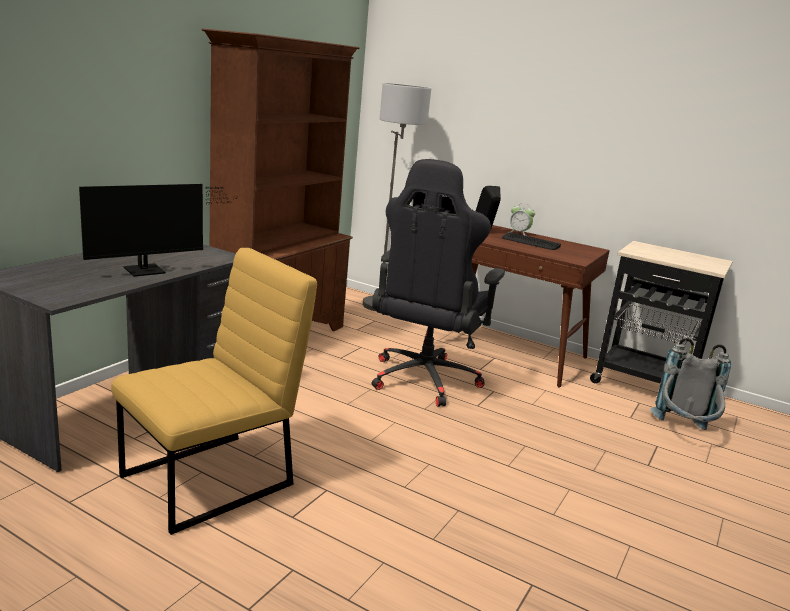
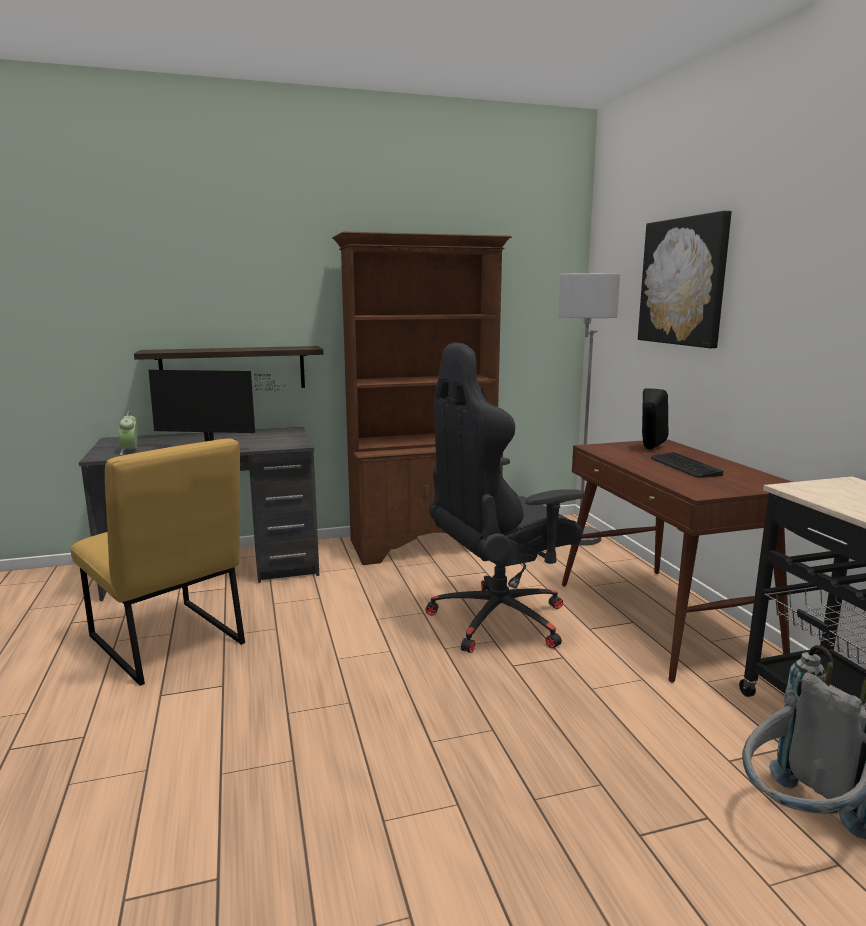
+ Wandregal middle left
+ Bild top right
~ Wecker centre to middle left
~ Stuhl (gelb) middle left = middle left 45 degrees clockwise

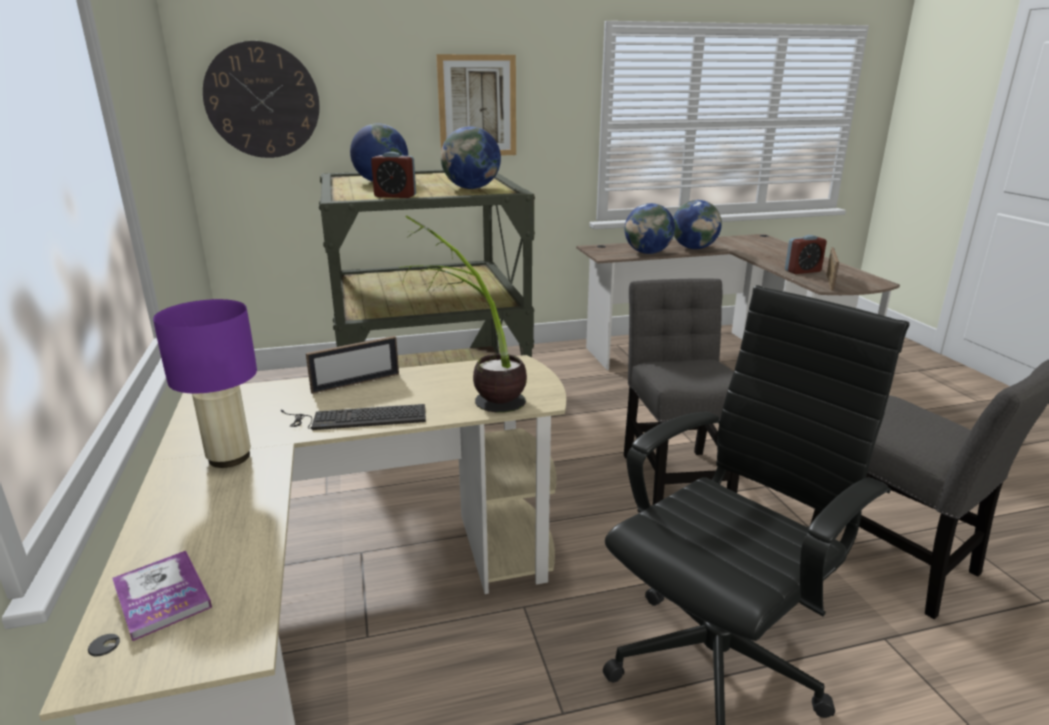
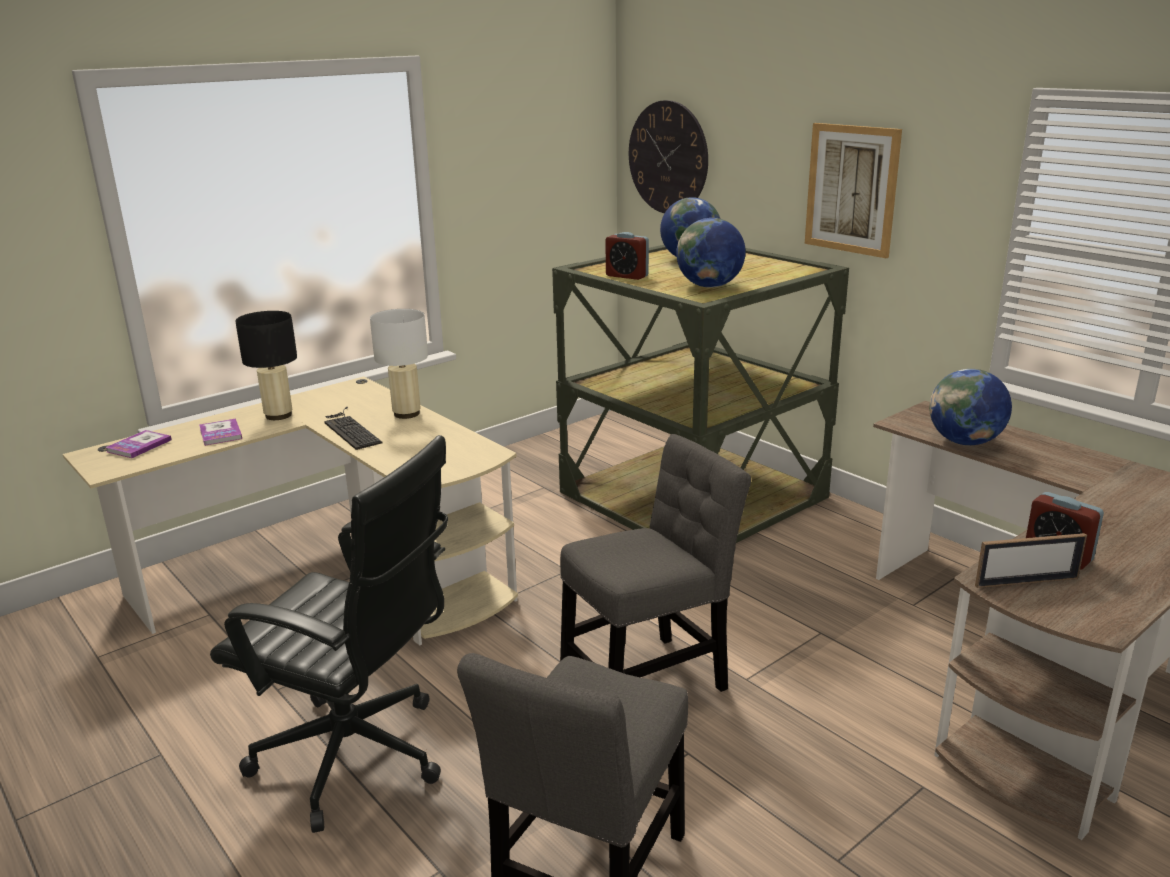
- Topfpflanze centre
- Globus (no. 4 from left) top centre
+ Buch (no. 2 from left) middle left
~ Bilderrahmen (no. 1 from left) centre to Tischlampe (weiß) centre
~ Tischlampe (lila) middle left to Tischlampe (schwarz) middle left
~ Wecker (no. 1 from left) top centre = top centre 45 degrees counterclockwise

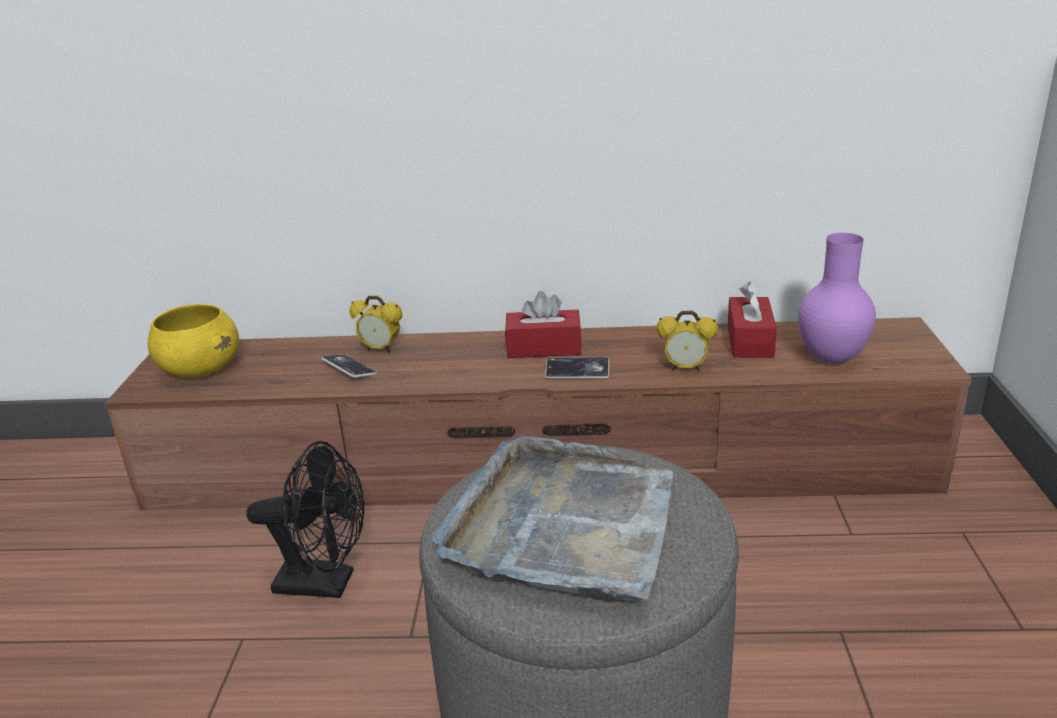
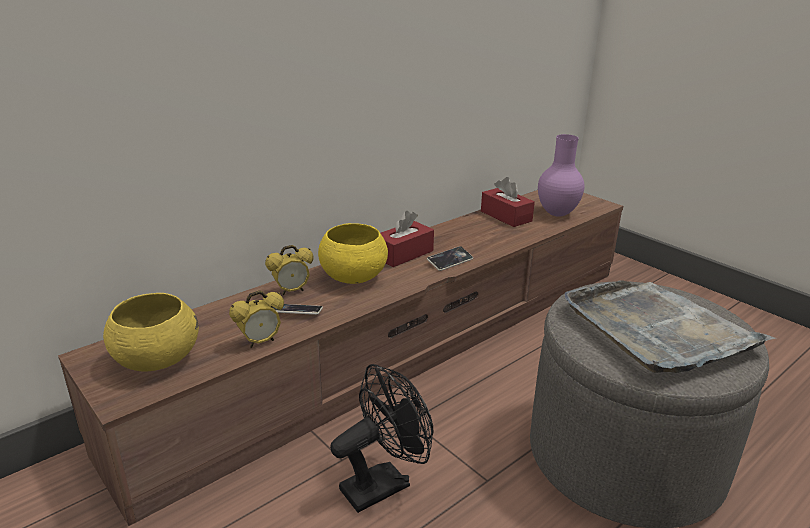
+ Schüssel (gelb) (no. 2 from left) centre
~ Wecker (no. 2 from left in the first image) centre to Wecker (no. 1 from left) middle left

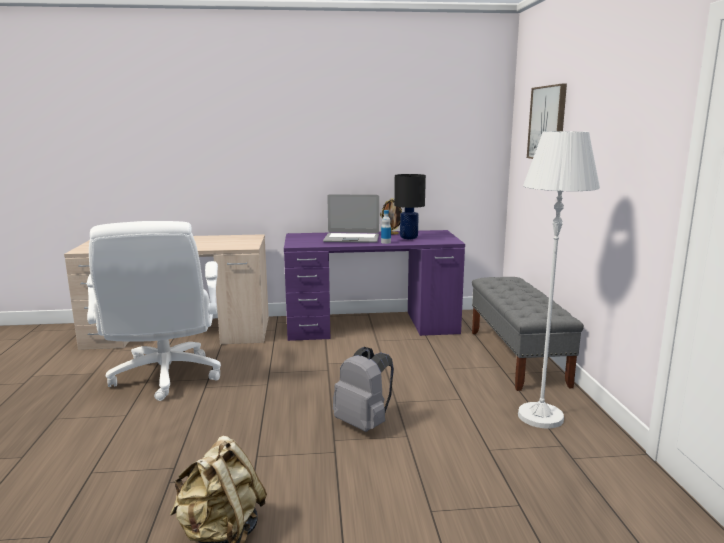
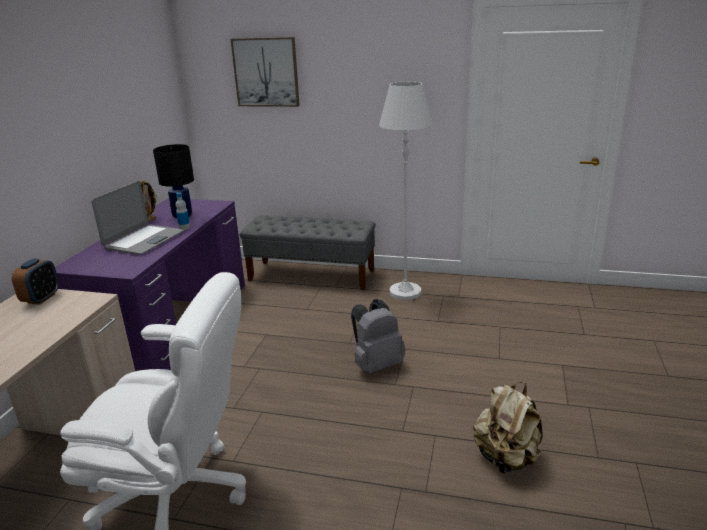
+ Wecker middle left

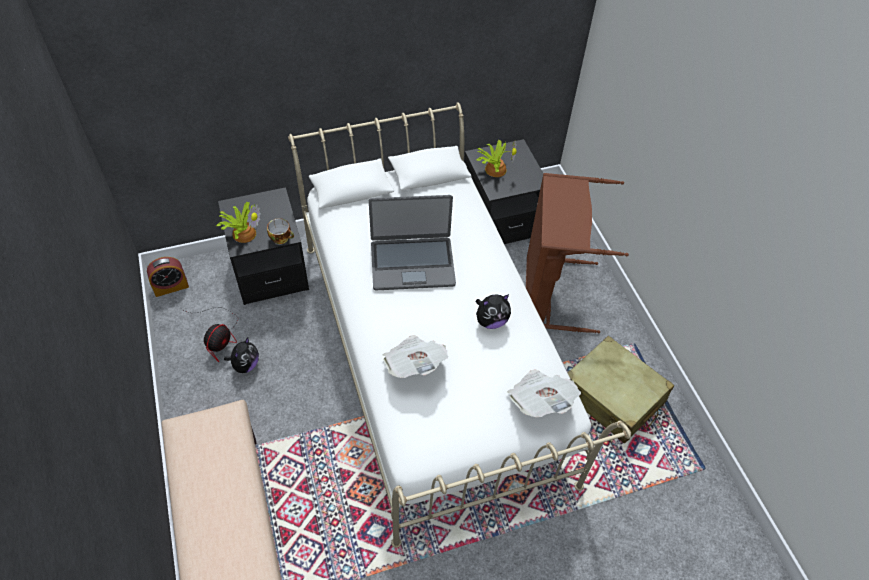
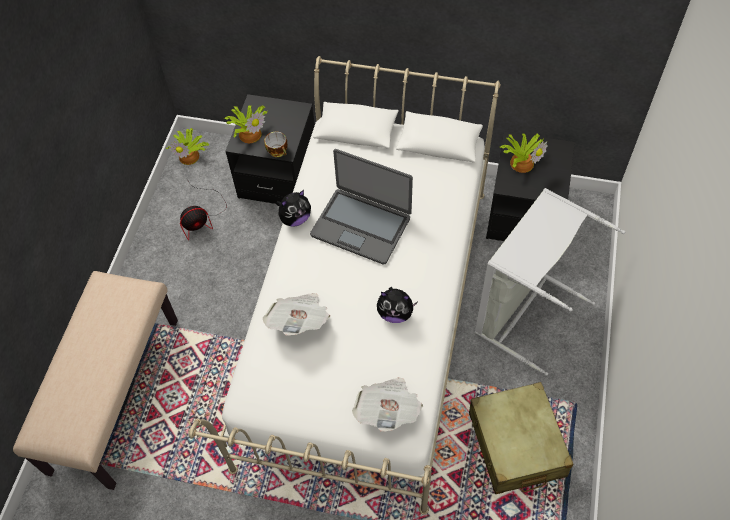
~ Plüschtier (no. 1 from left) middle left to centre
~ Wecker middle left to Topfpflanze (no. 1 from left) top left
~ Wäschekorb (braun) centre to Wäschekorb (grau) middle right

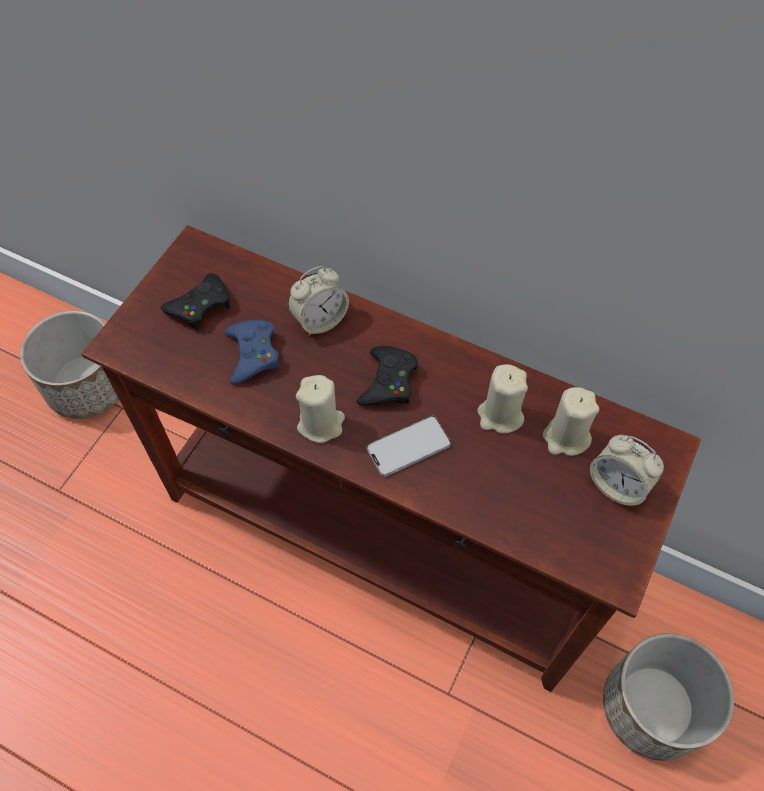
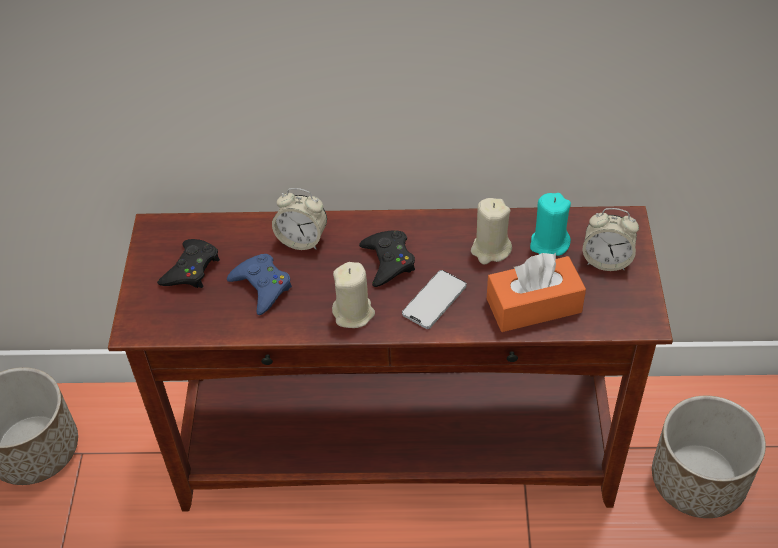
+ Taschentuchbox (orange) middle right
~ Kerze (beige) (no. 3 from left) middle right to Kerze (türkis) middle right
~ Wecker (no. 1 from left) centre = centre 75 degrees clockwise

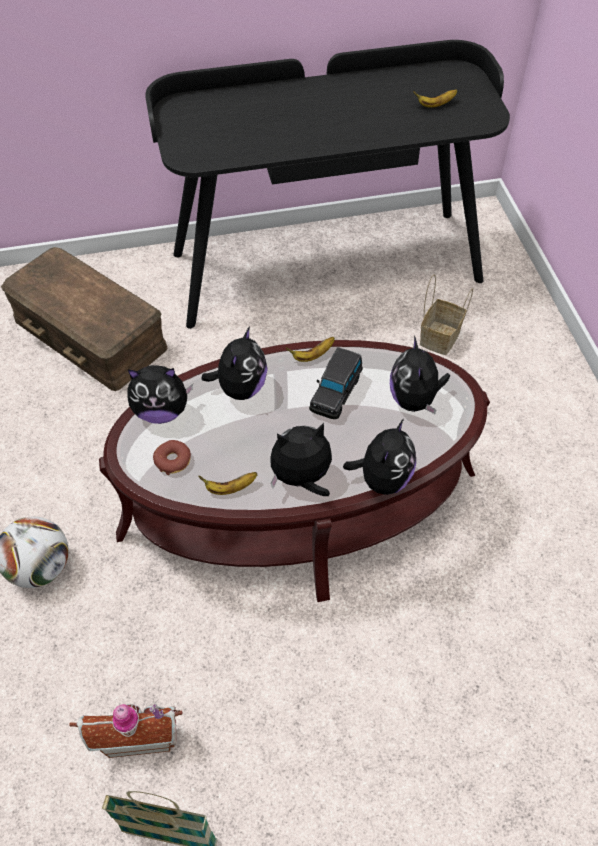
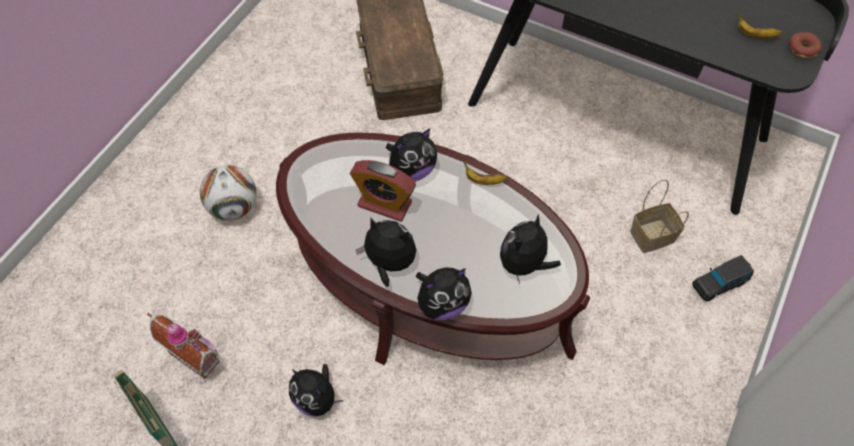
- Banane (no. 1 from left) centre
+ Wecker centre
~ Plüschtier (no. 1 from left) middle left to bottom centre
~ Donut middle left to top right
~ Spielzeugauto (schwarz) centre to middle right

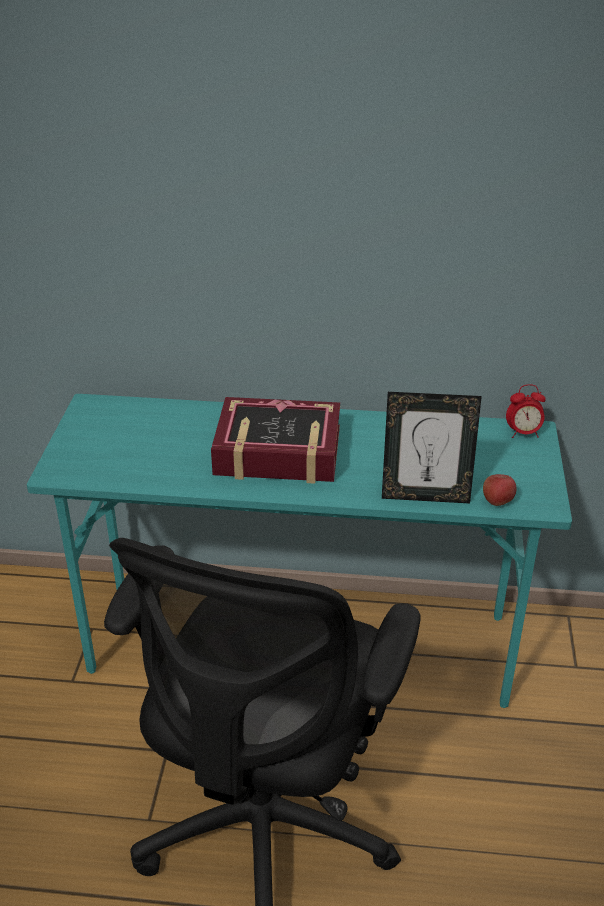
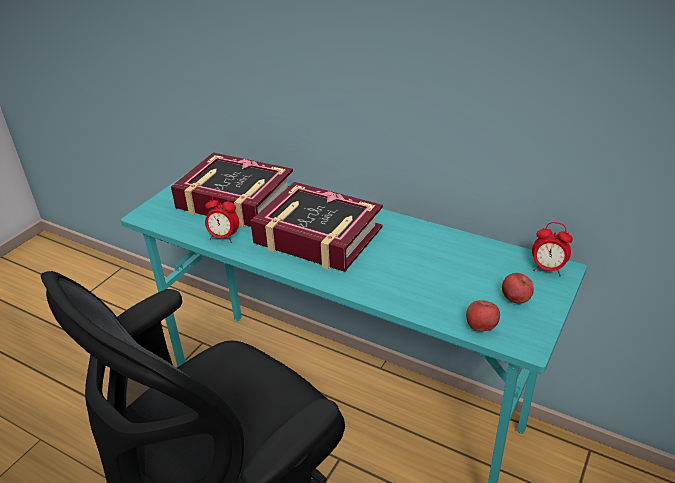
- Bilderrahmen middle right
+ Buch (no. 1 from left) centre
+ Wecker (no. 1 from left) middle left
+ Apfel (no. 2 from left) middle right

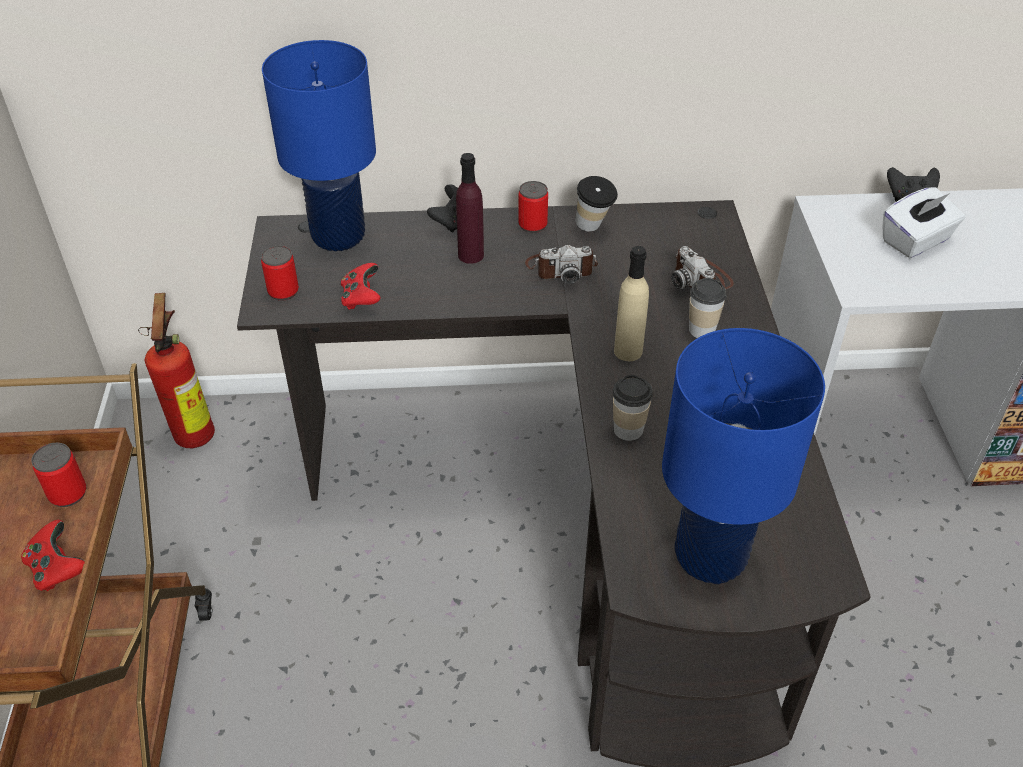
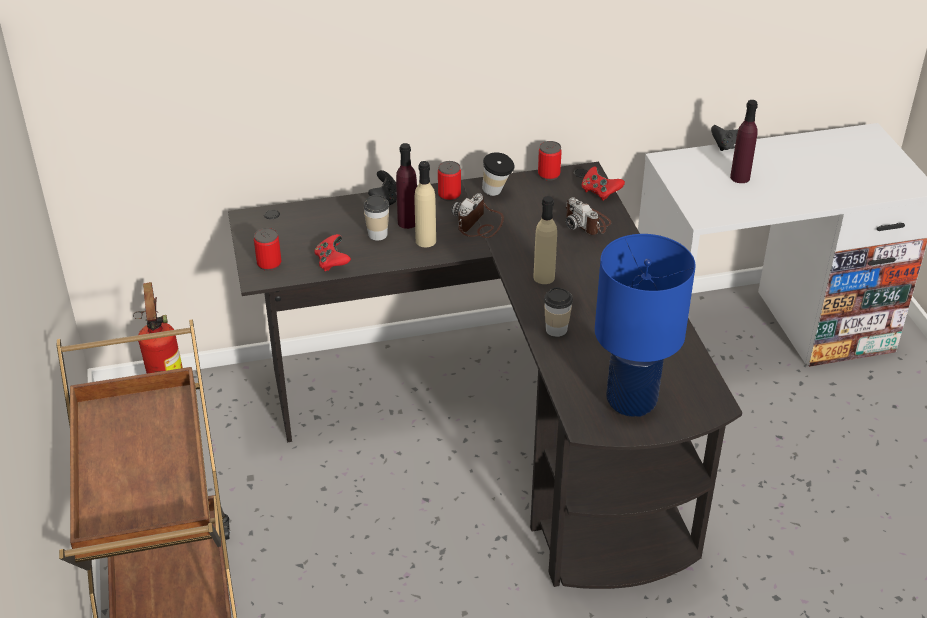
- Tischlampe (blau) (no. 1 from left) top left
+ Flasche (beige) (no. 1 from left) top centre
~ Gamepad (rot) (no. 1 from left in the first image) bottom left to Gamepad (rot) (no. 2 from left) top centre
~ Dose (no. 1 from left in the first image) middle left to Dose (no. 3 from left) top centre
~ Tasse (no. 3 from left in the first image) middle right to Tasse (no. 1 from left) centre
~ Taschentuchbox (weiß) top right to Flasche (lila) (no. 2 from left) top right
~ Kamera (no. 1 from left) centre = centre 135 degrees clockwise

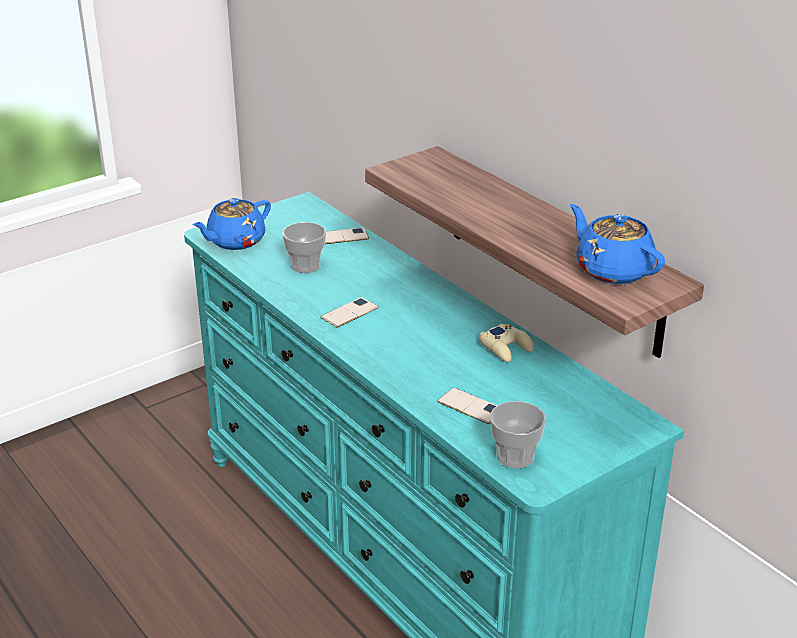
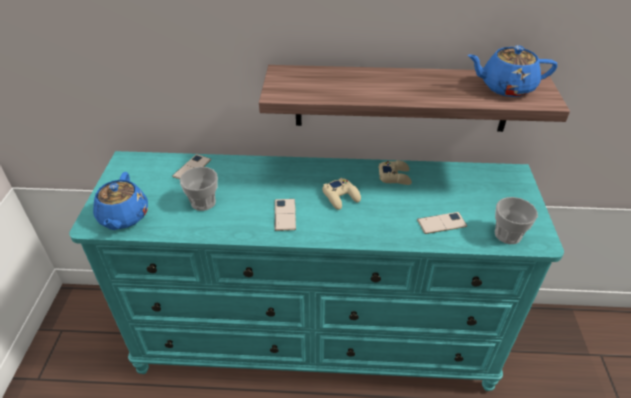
+ Gamepad (beige) (no. 1 from left) centre

